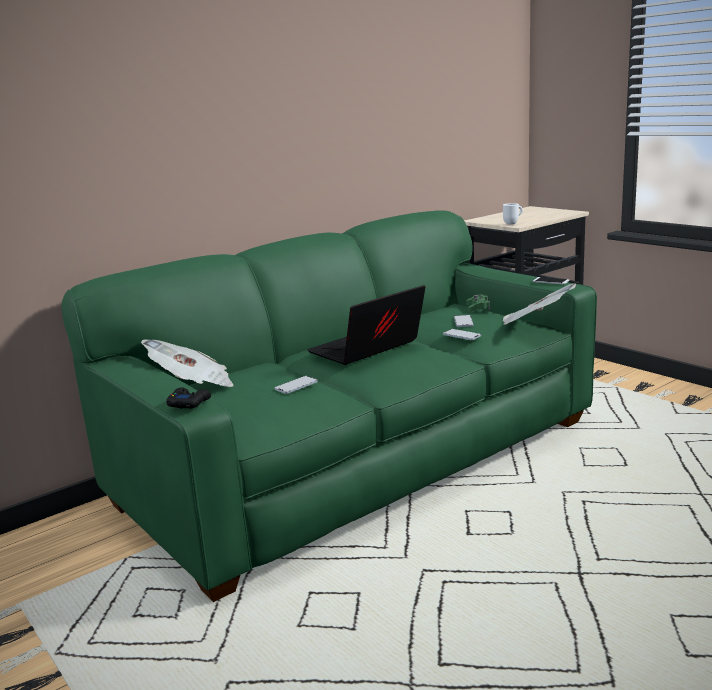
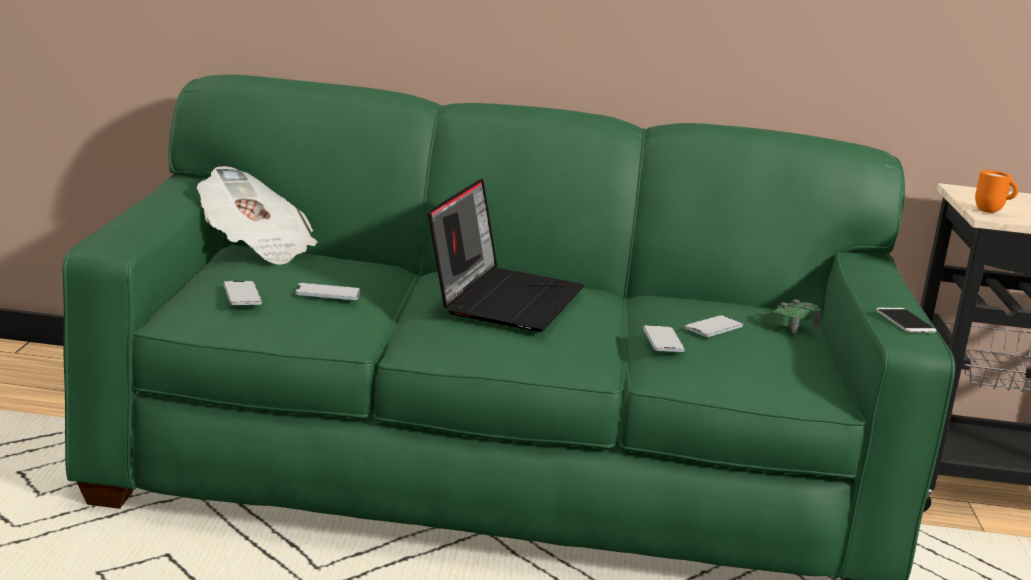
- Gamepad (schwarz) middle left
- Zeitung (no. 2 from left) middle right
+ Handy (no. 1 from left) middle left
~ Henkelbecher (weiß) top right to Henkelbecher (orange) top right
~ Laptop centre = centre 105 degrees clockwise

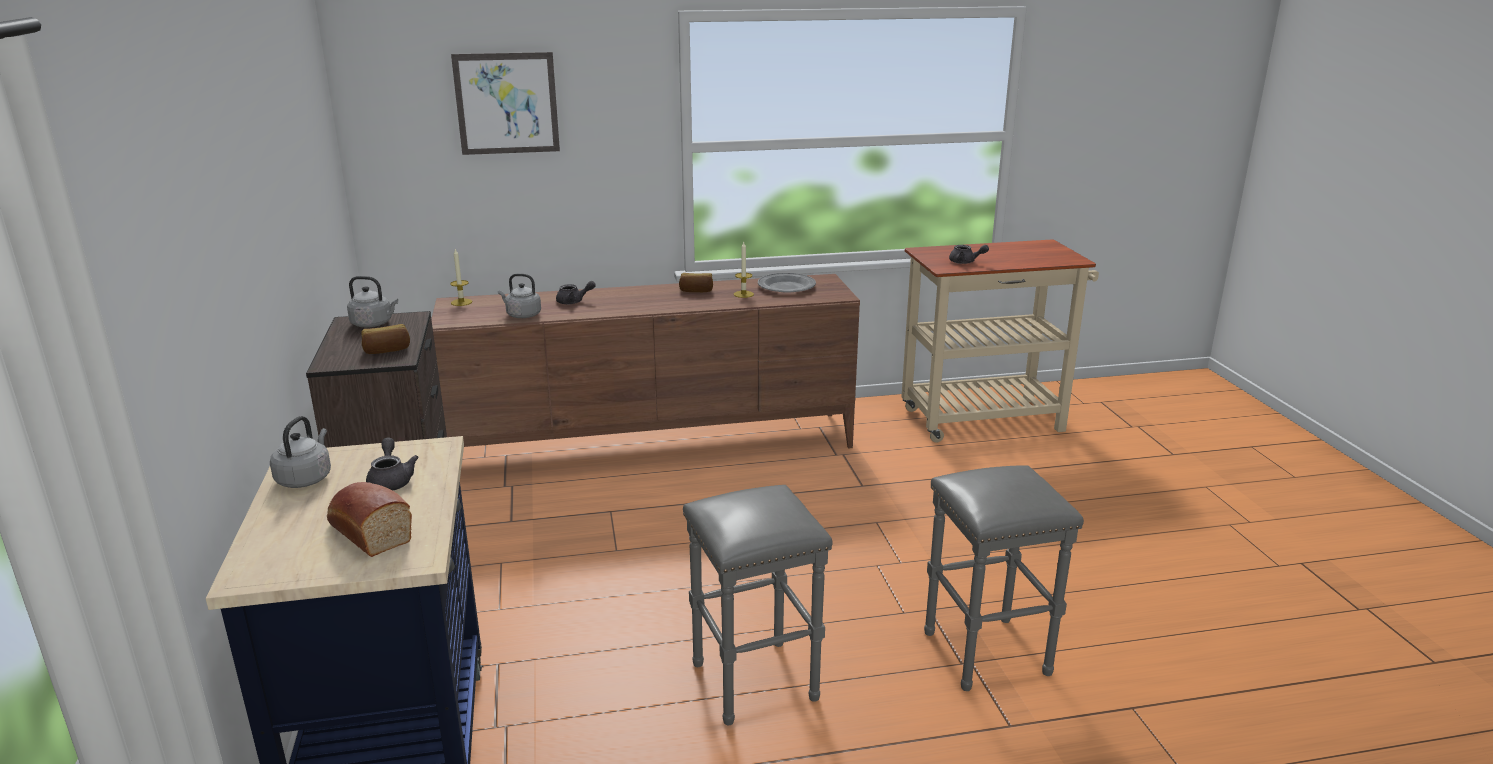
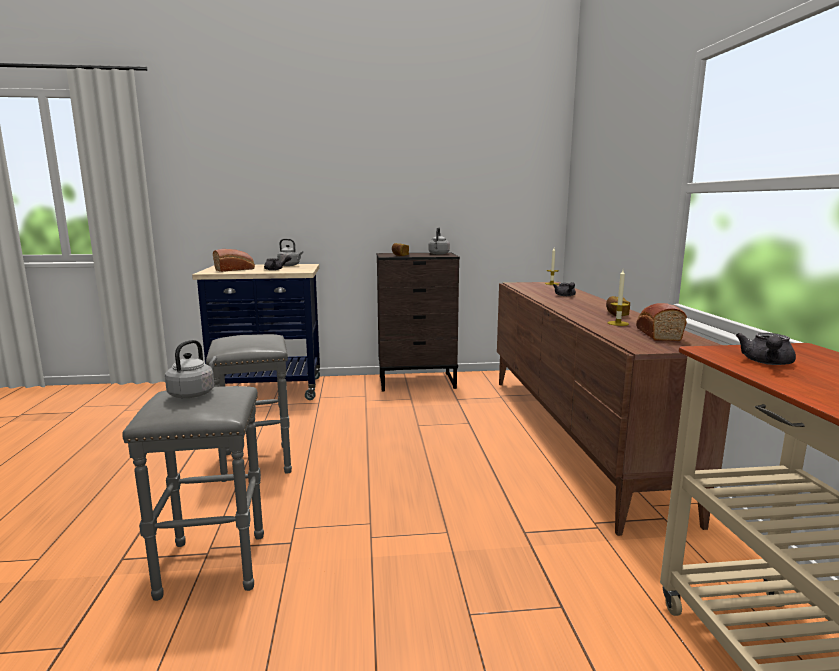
- Bild top centre
~ Wasserkessel (grau) (no. 3 from left in the first image) centre to Wasserkessel (grau) (no. 1 from left) middle left
~ Teller (grau) centre to Brot (no. 4 from left) middle right

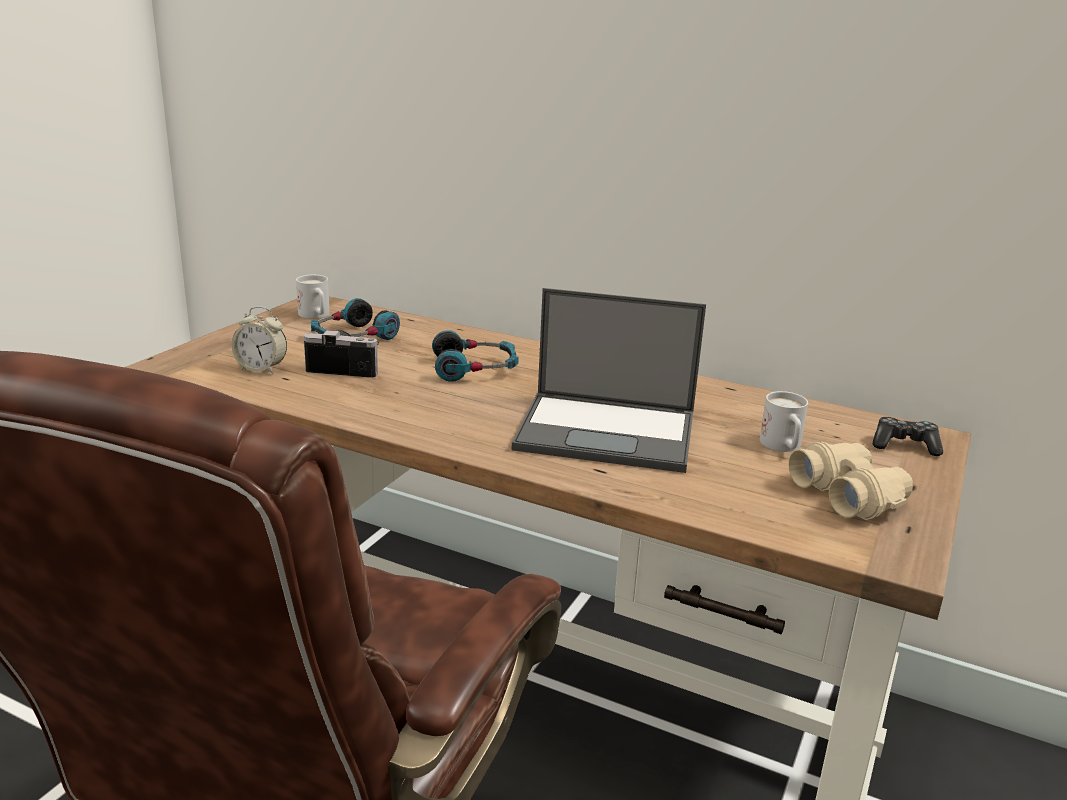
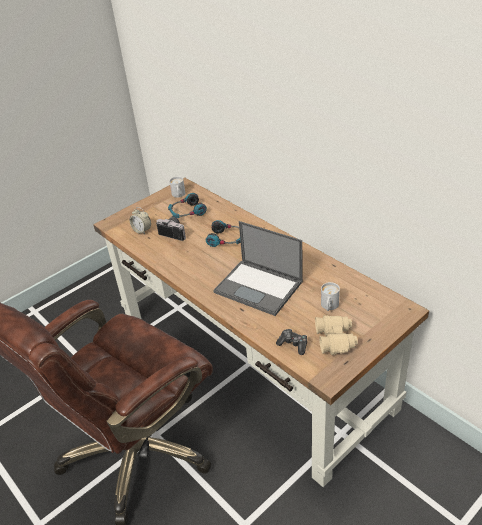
~ Gamepad middle right to centre

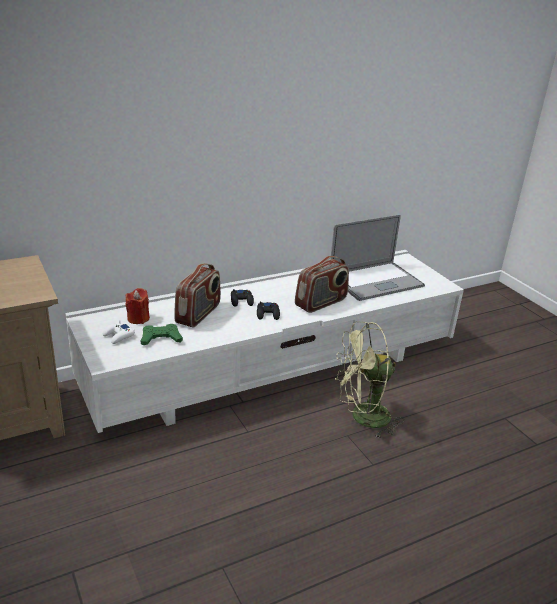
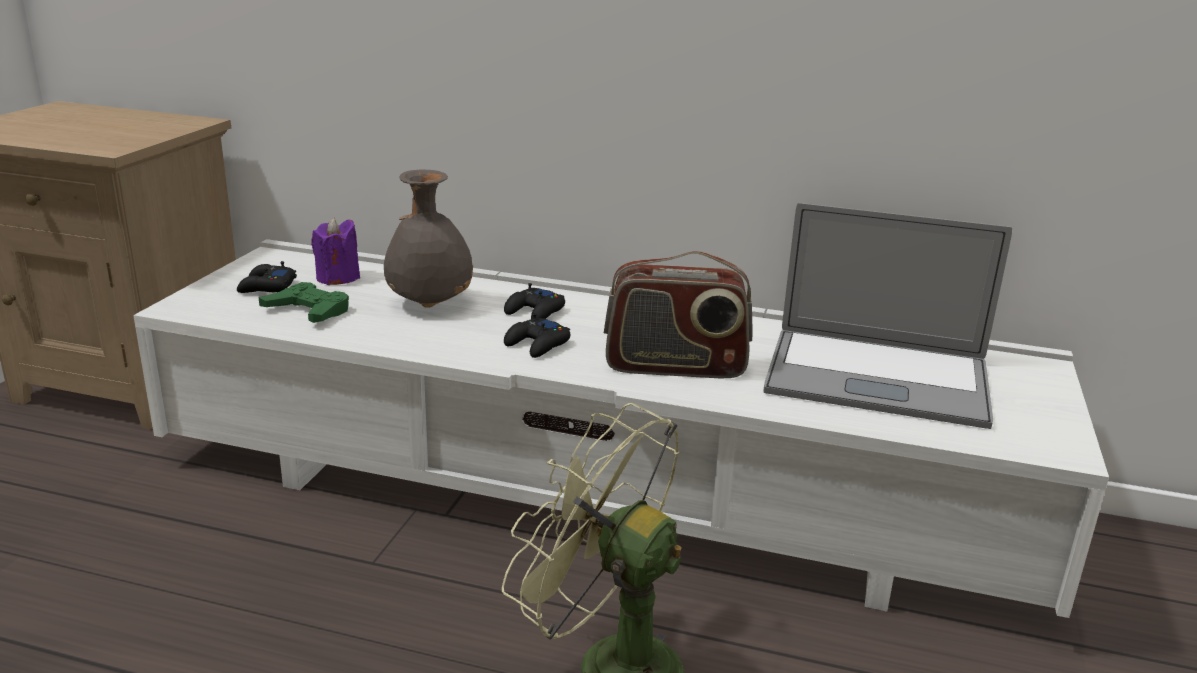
~ Radio (no. 1 from left) centre to Vase (grau) centre
~ Gamepad (weiß) middle left to Gamepad (schwarz) (no. 1 from left) middle left
~ Kerze (rot) middle left to Kerze (lila) middle left

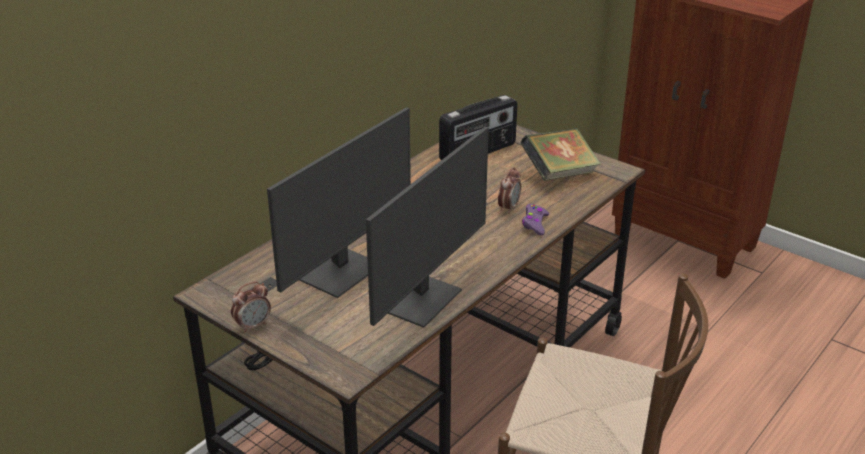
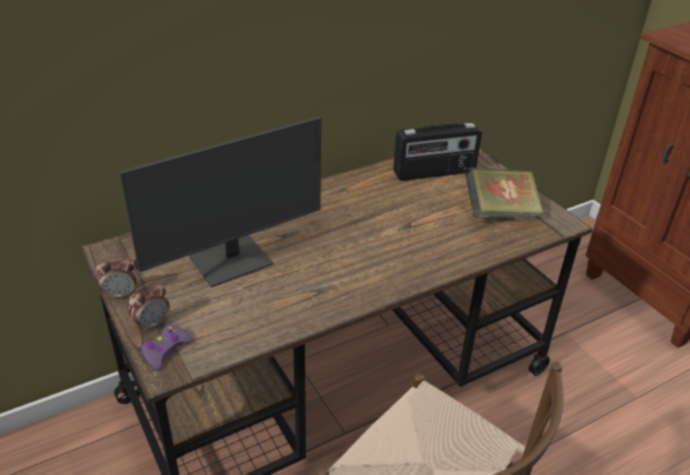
- Monitor (no. 2 from left) centre
~ Wecker (no. 2 from left) centre to middle left
~ Gamepad (lila) centre to bottom left

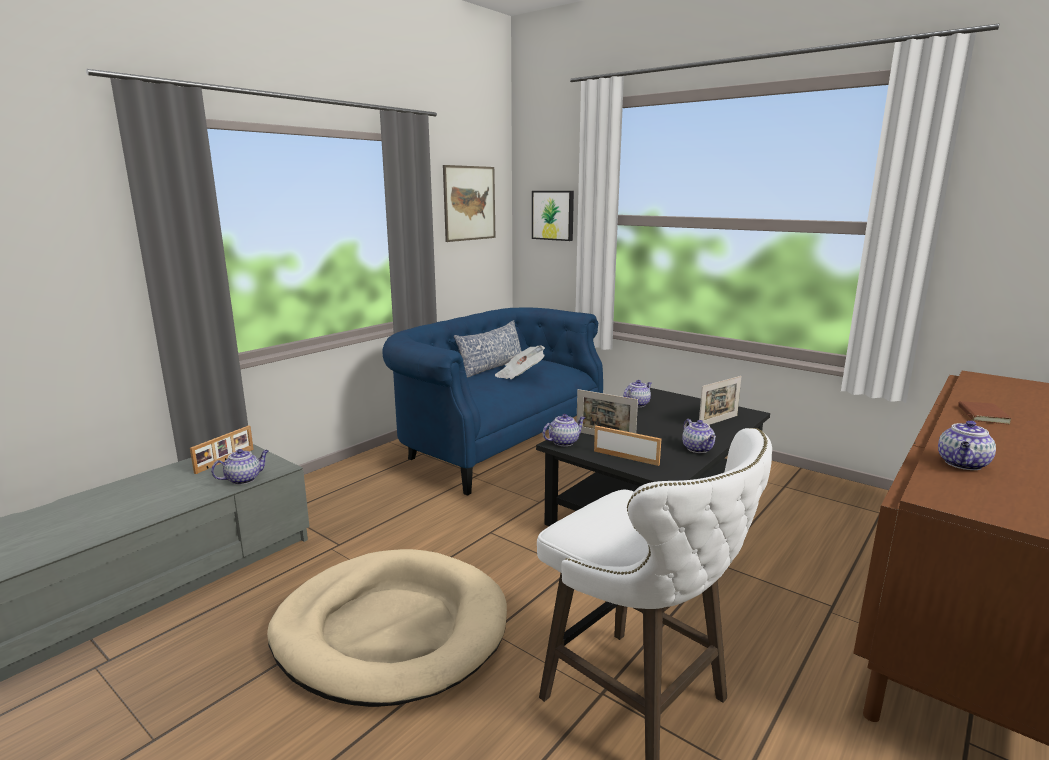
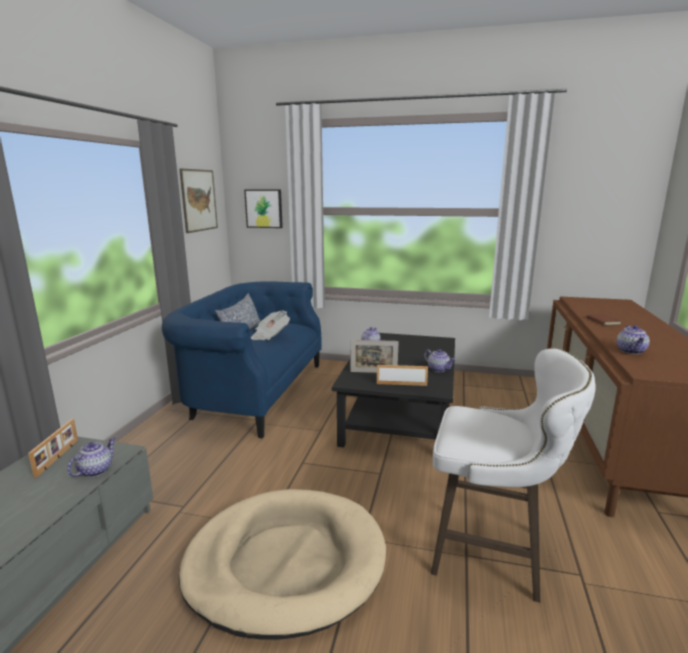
- Teekanne (no. 2 from left) centre
- Bilderrahmen (no. 4 from left) middle right

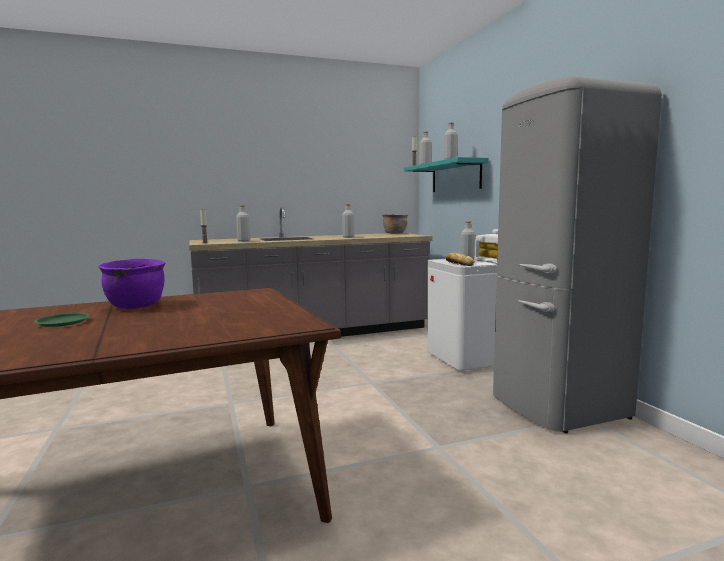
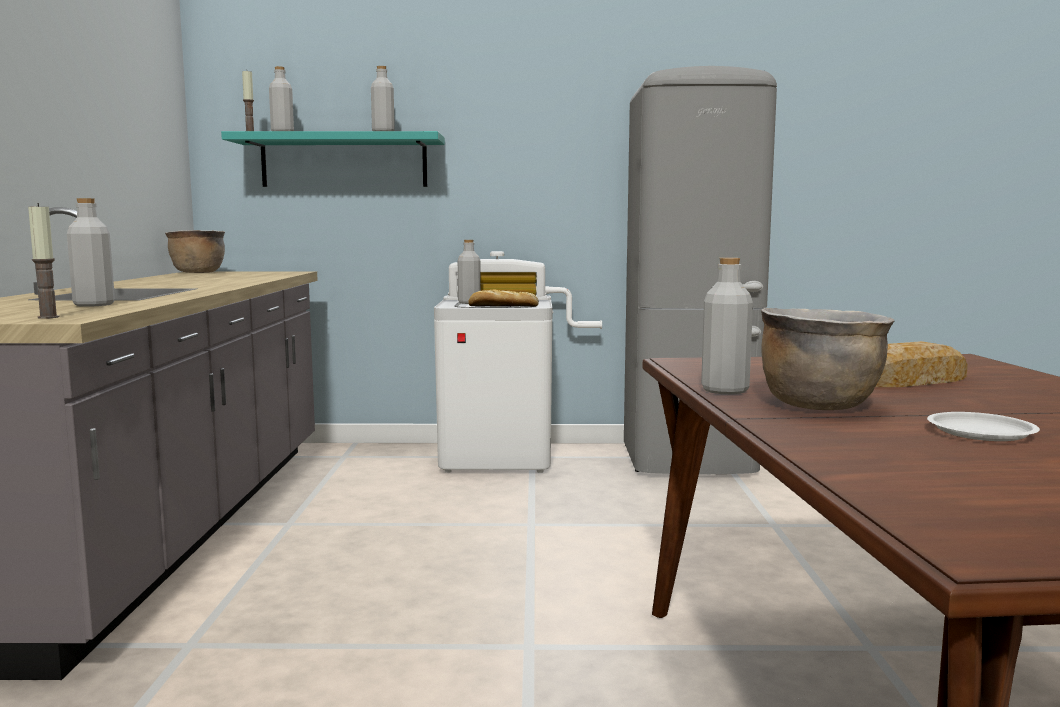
+ Brot (no. 2 from left) middle right
~ Flasche (grau) (no. 2 from left in the first image) centre to Flasche (grau) (no. 5 from left) middle right
~ Teller (grün) middle left to Teller (weiß) middle right
~ Kochtopf (lila) middle left to Kochtopf (braun) (no. 2 from left) middle right

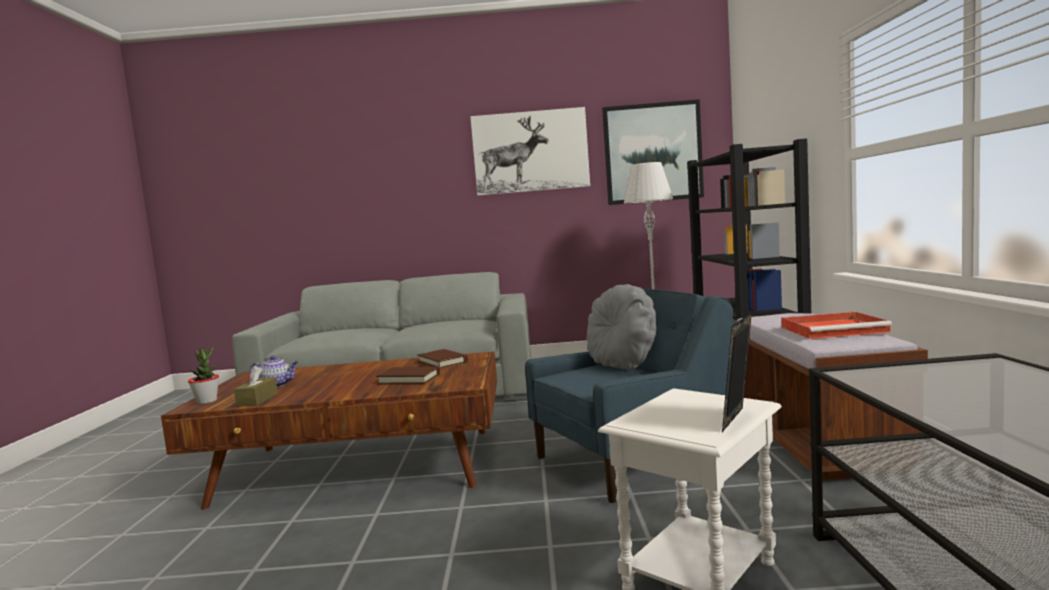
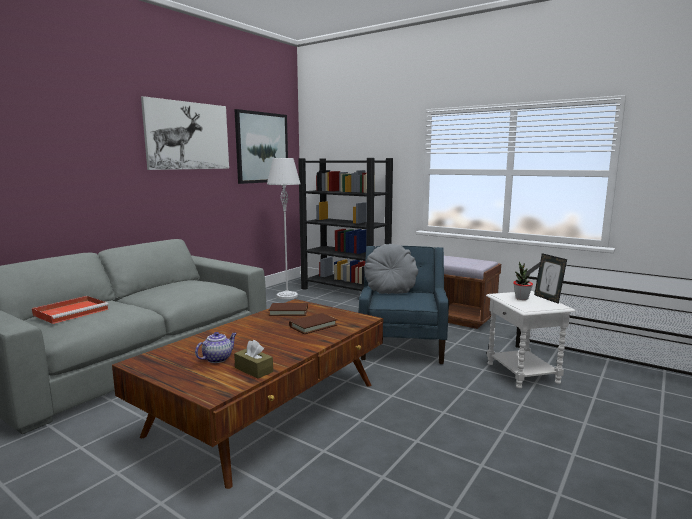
~ Topfpflanze middle left to middle right
~ Tablett (rot) middle right to middle left

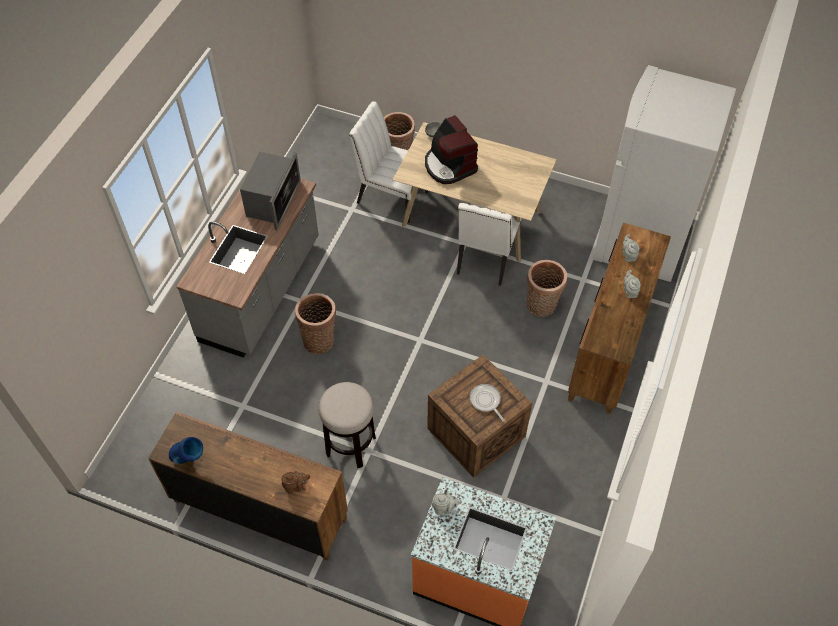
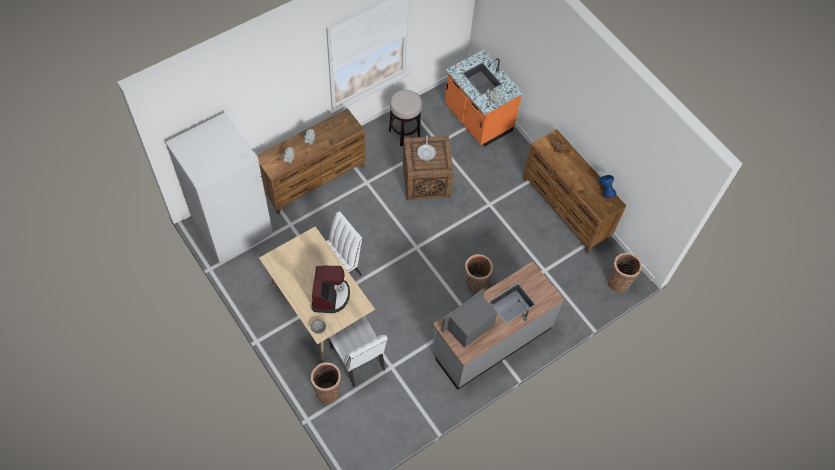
~ Hocker bottom centre to top centre
~ Korb (no. 3 from left) centre to middle right

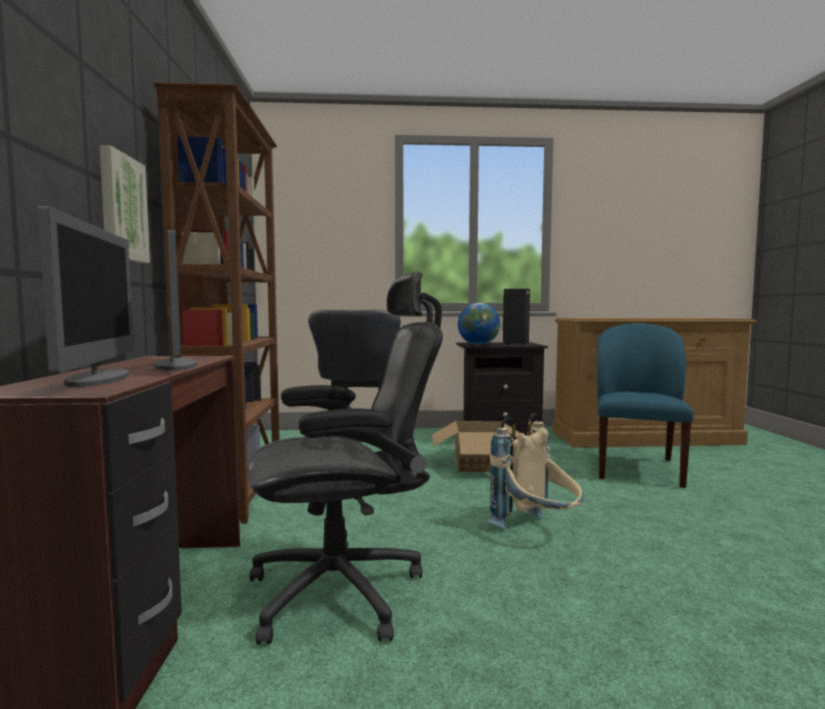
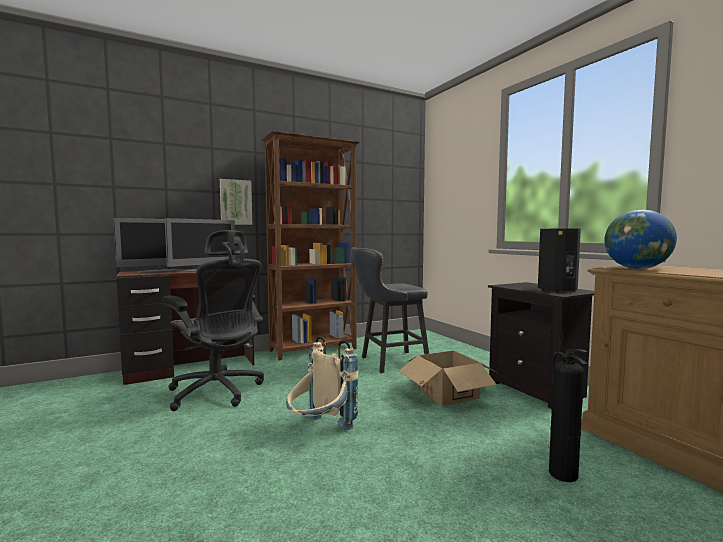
~ Globus centre to middle right
~ Stuhl (blau) middle right to Feuerlöscher bottom right

